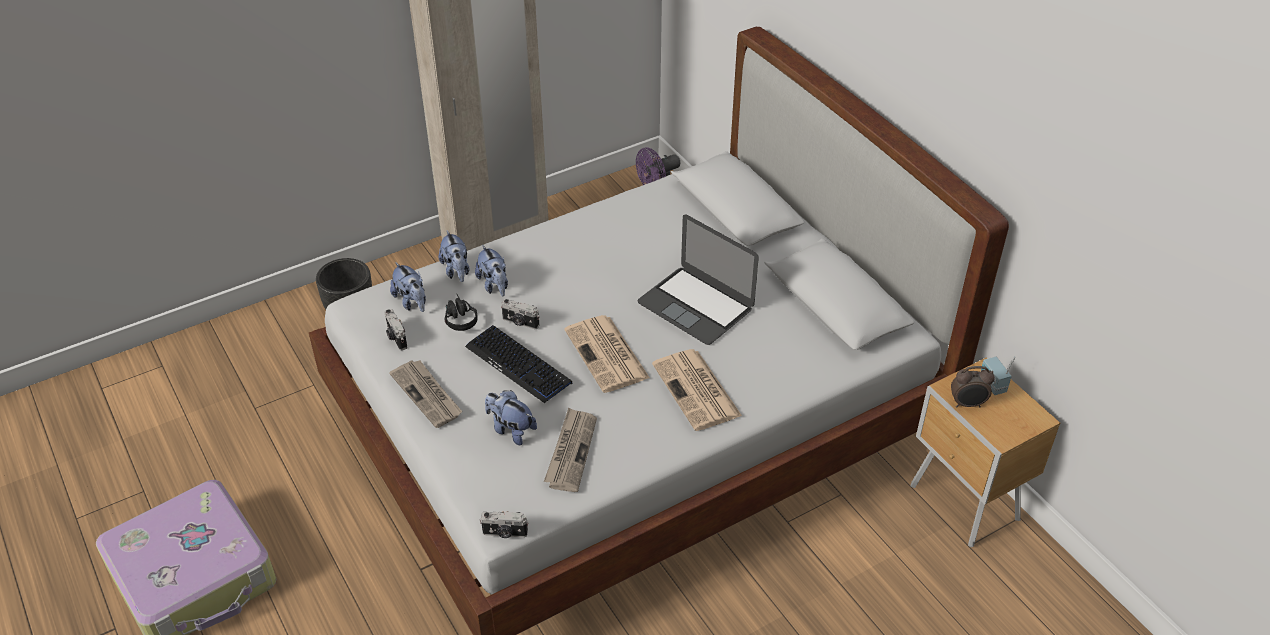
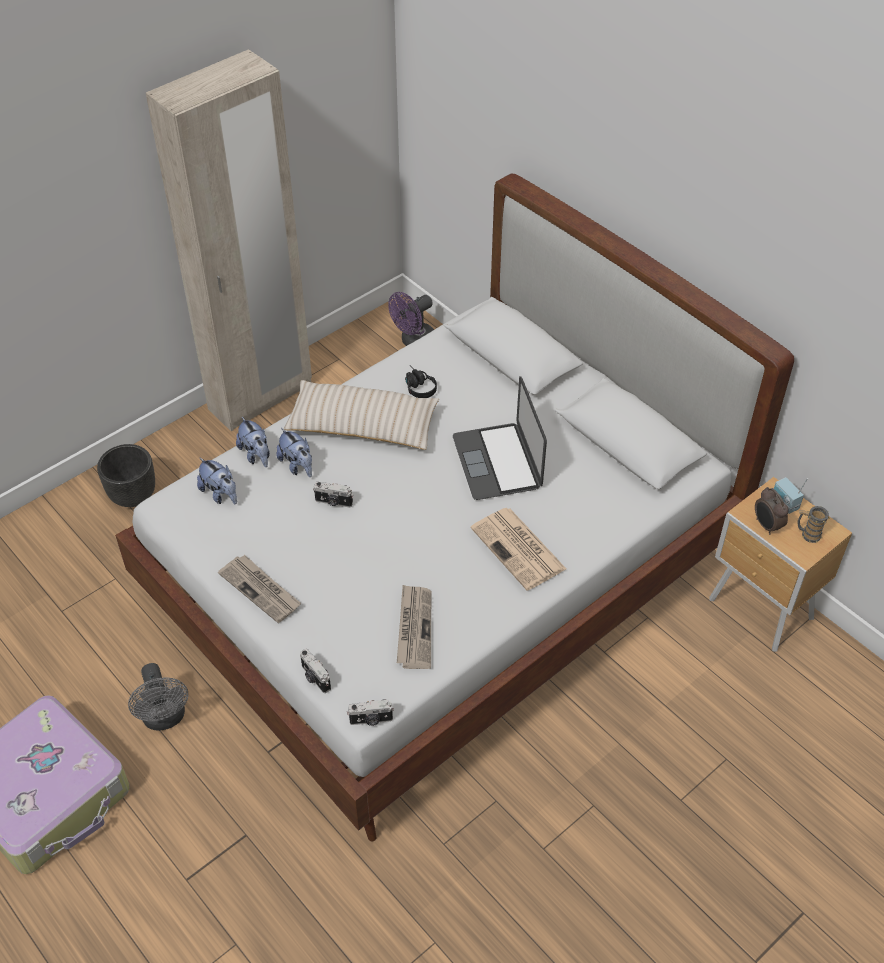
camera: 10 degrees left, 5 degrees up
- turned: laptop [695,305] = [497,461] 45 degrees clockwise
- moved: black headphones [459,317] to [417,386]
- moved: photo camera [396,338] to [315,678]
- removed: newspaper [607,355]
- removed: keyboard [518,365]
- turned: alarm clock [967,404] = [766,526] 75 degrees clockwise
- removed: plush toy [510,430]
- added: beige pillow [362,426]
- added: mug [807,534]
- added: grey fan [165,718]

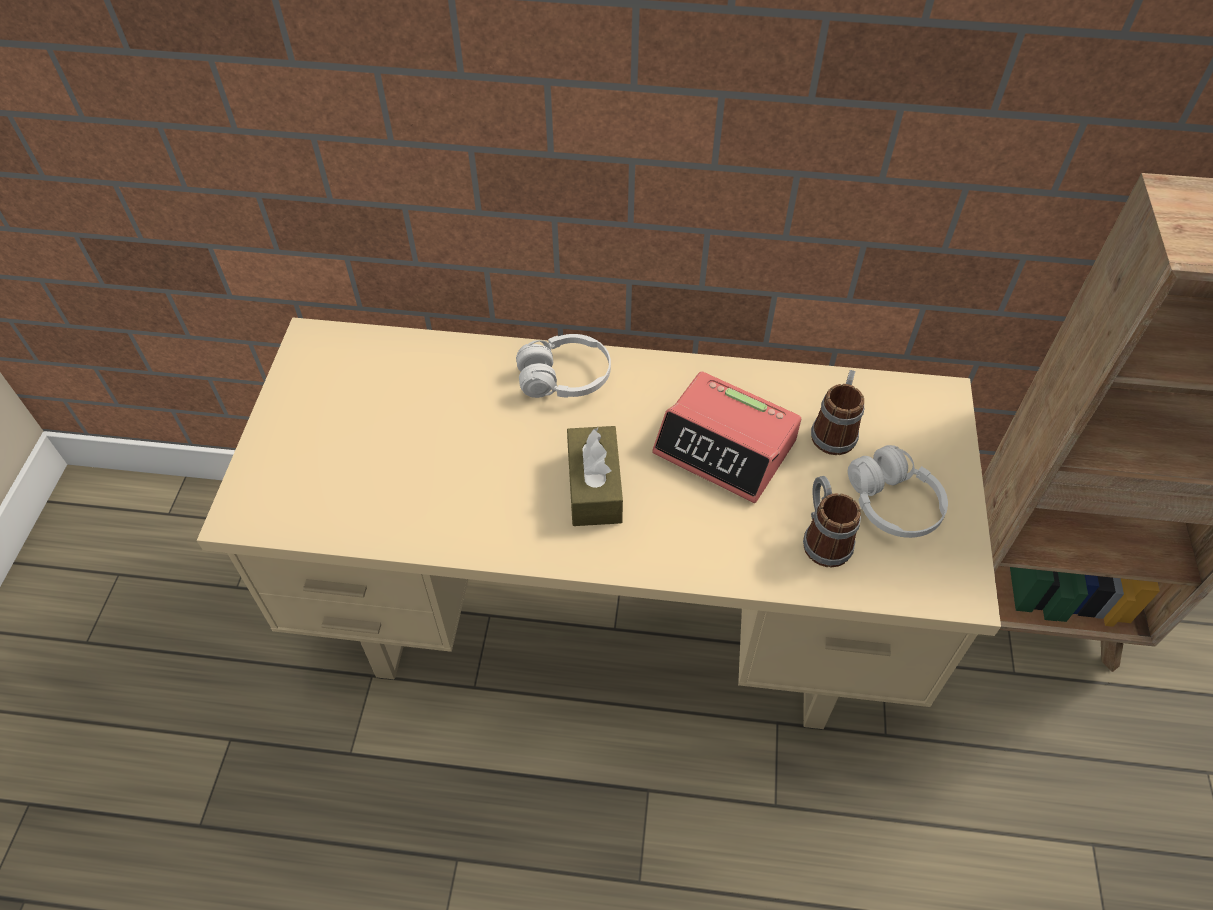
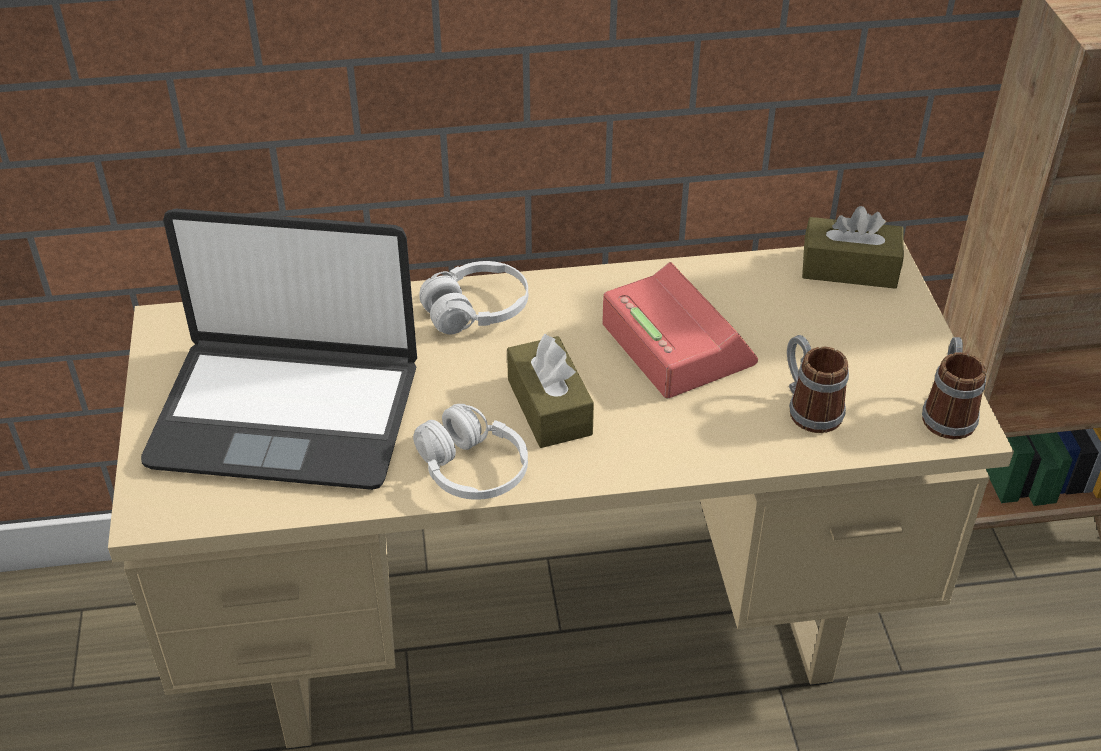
camera: 15 degrees left, 10 degrees down
- moved: mug [835,430] to [947,412]
- turned: alarm clock [726,447] = [676,344] 135 degrees counterclockwise
- moved: white headphones [892,504] to [472,470]
- added: brown tissue box [849,268]
- added: laptop [286,413]

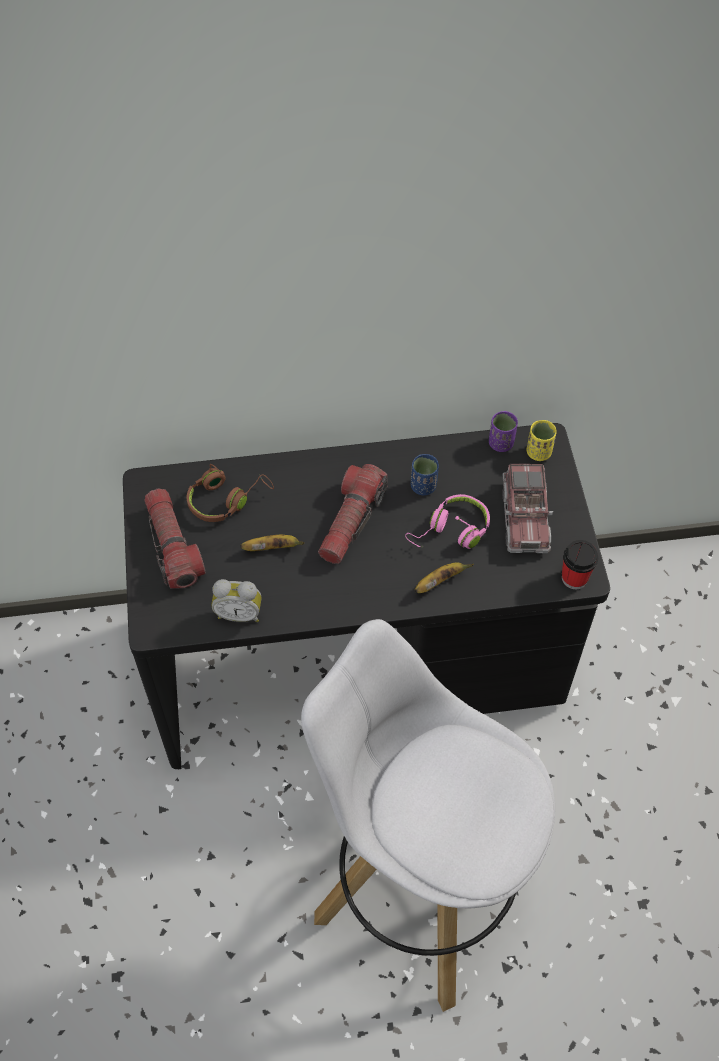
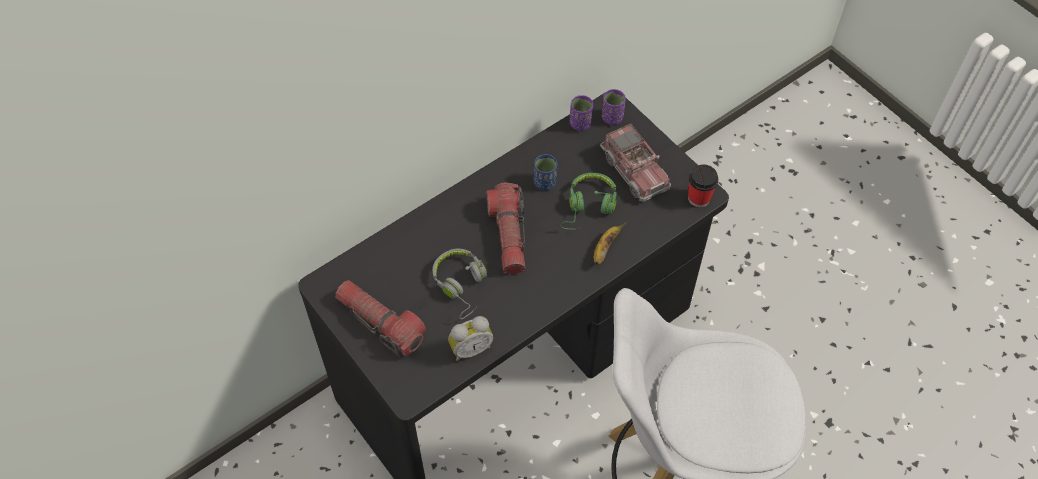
camera: 30 degrees left, 0 degrees up
- recoloured: yellow cup [538,452] to purple cup [612,117]
- removed: brown headphones [226,499]
- recoloured: pink headphones [451,531] to green headphones [588,207]
- replaced: banana [272,548] to grey headphones [461,285]

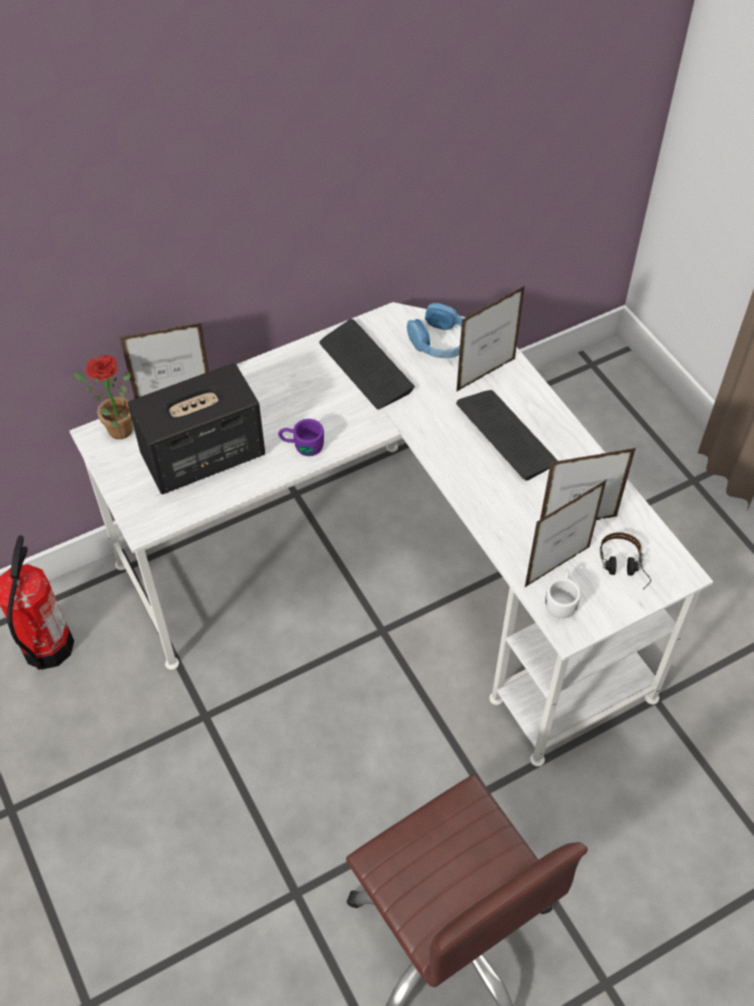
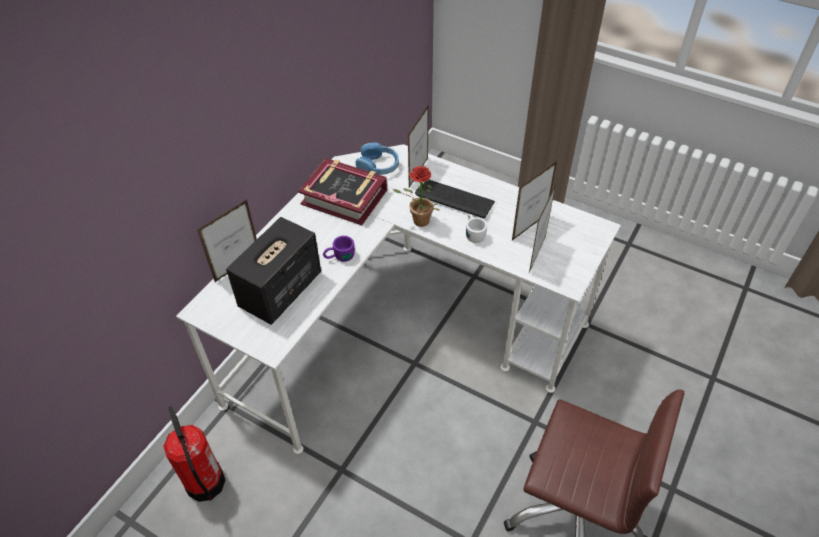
camera: 30 degrees left, 5 degrees down
- replaced: keyboard [365,366] to book [344,197]
- moved: potted plant [115,429] to [417,222]
- removed: headphones [623,569]
- moved: white mug [561,599] to [473,233]

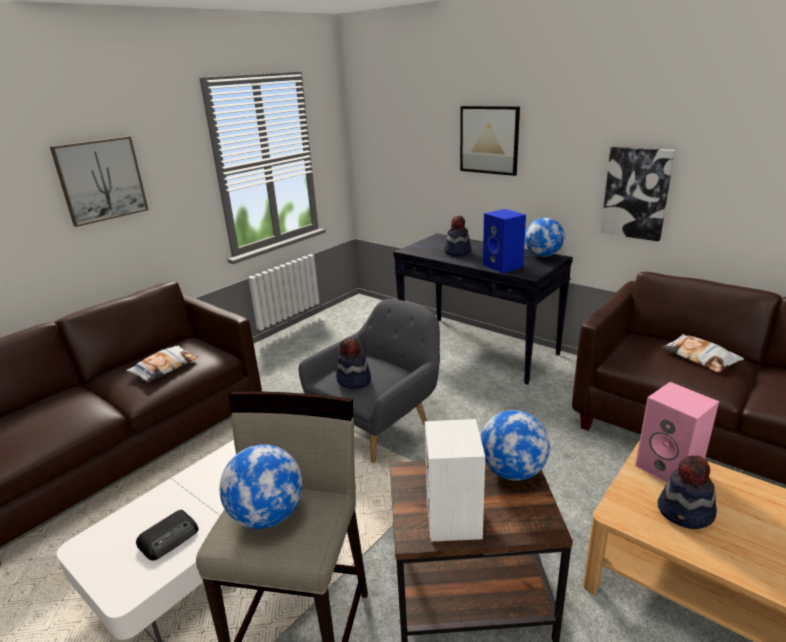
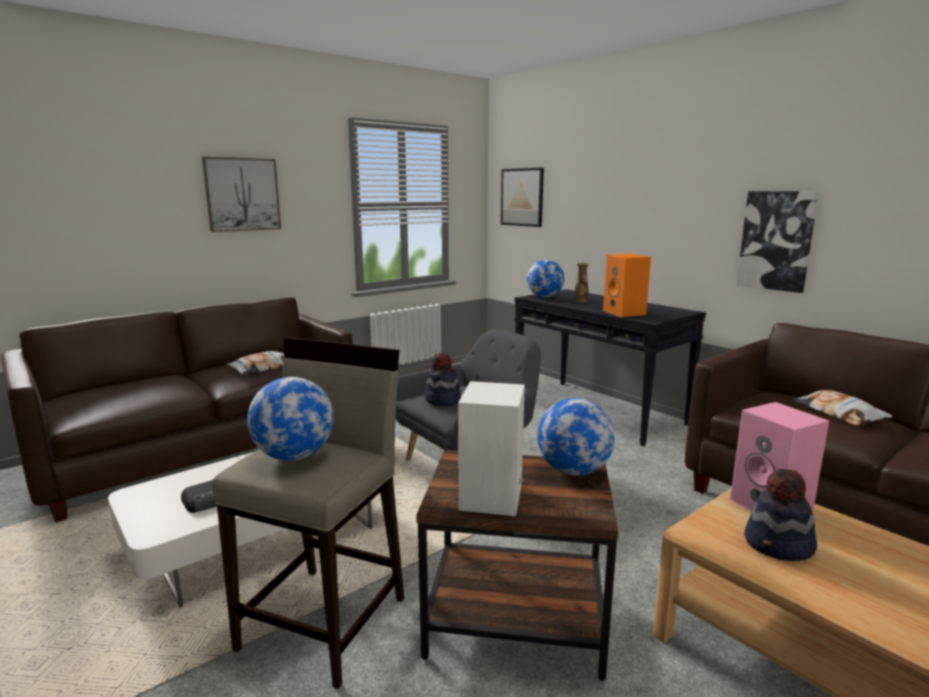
camera: 10 degrees right, 10 degrees down
- moved: picture [489,140] to [522,197]
- recoloured: blue speaker [503,266] to orange speaker [625,313]
- replaced: hat [457,252] to vase [580,301]
- moved: globe [543,255] to [545,297]

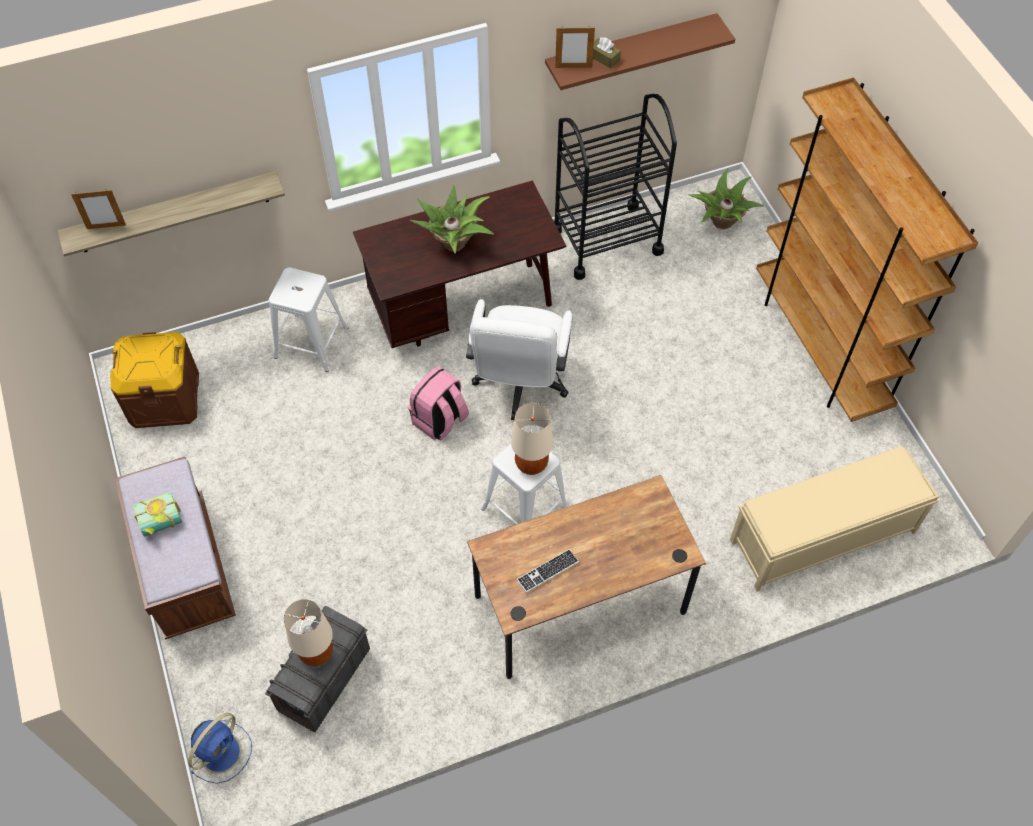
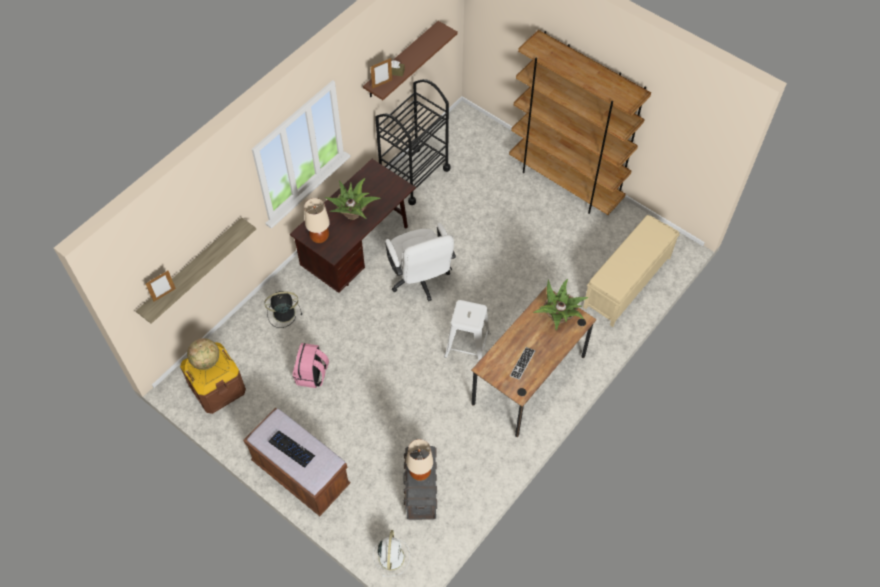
camera: 30 degrees left, 0 degrees up
- moved: potted plant [721,222] to [558,317]
- replaced: white stool [311,342] to black fan [283,313]
- moved: pink backpack [440,421] to [312,375]
- moved: beige table lamp [531,464] to [319,237]
- replaced: book [161,524] to keyboard [291,449]
- recoloured: blue fan [221,751] to white fan [391,556]
- added: globe [206,361]

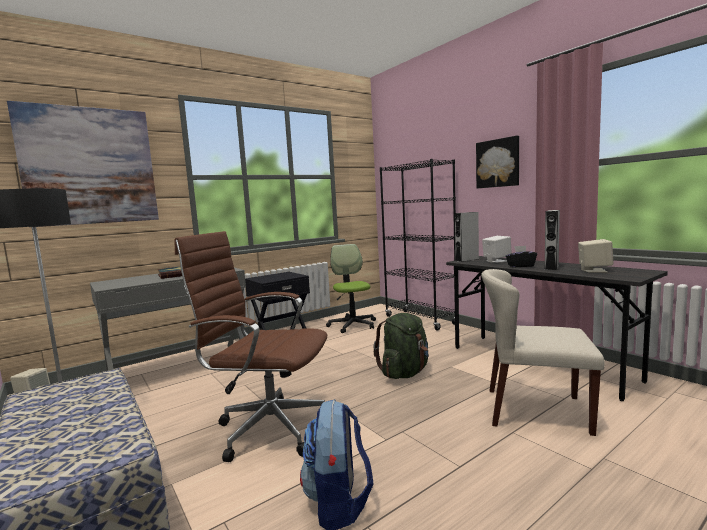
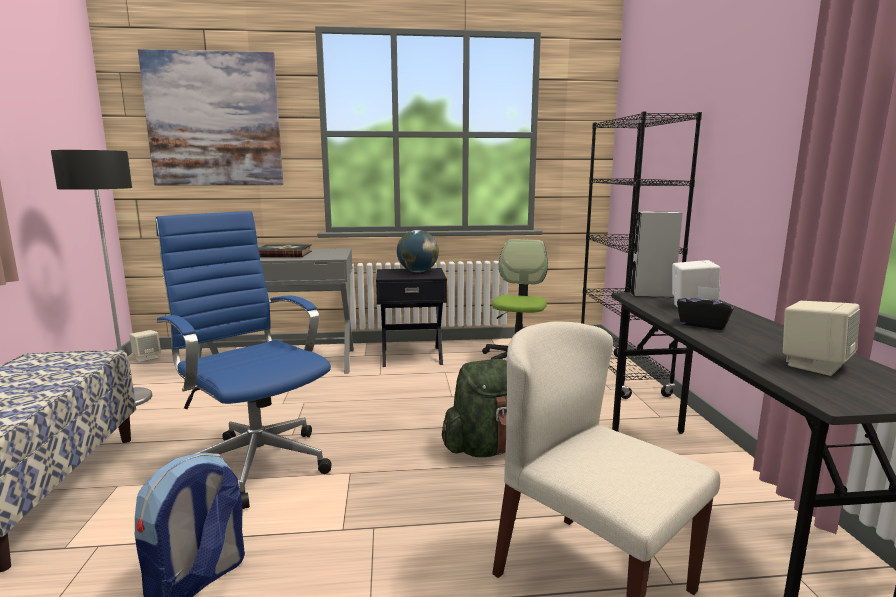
camera: 30 degrees right, 5 degrees up
- removed: picture [498,163]
- removed: grey speaker [551,267]
- recoloured: brown office chair [267,429] to blue office chair [255,462]
- added: globe [417,272]

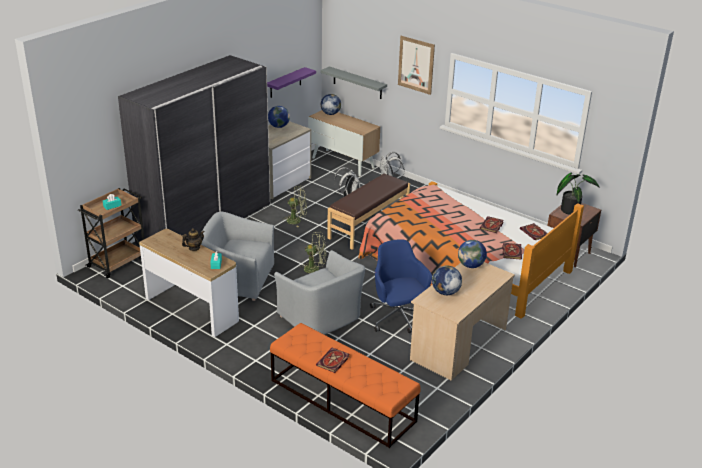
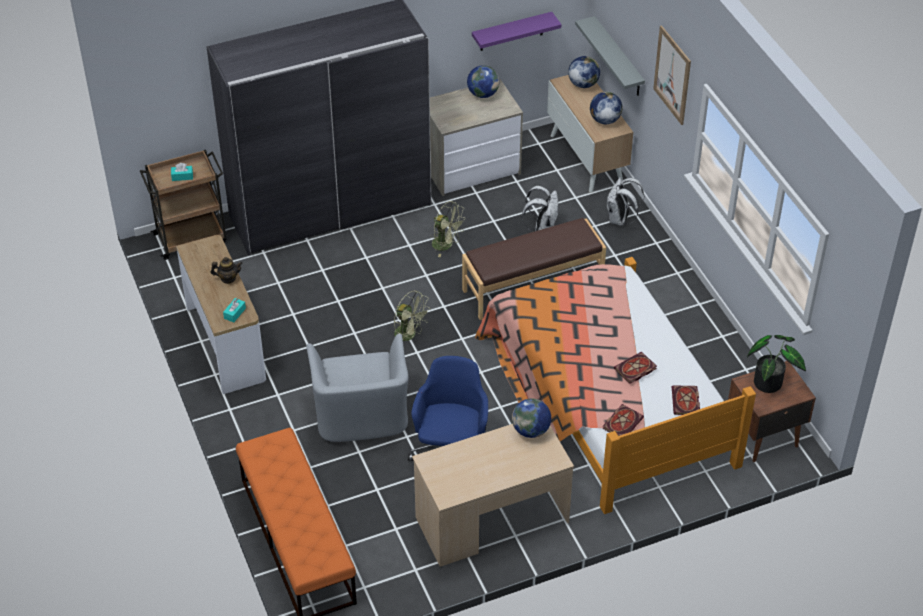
camera: 30 degrees right, 15 degrees up
- removed: grey armchair [238,280]
- moved: globe [445,292] to [604,120]
- removed: book [333,362]

